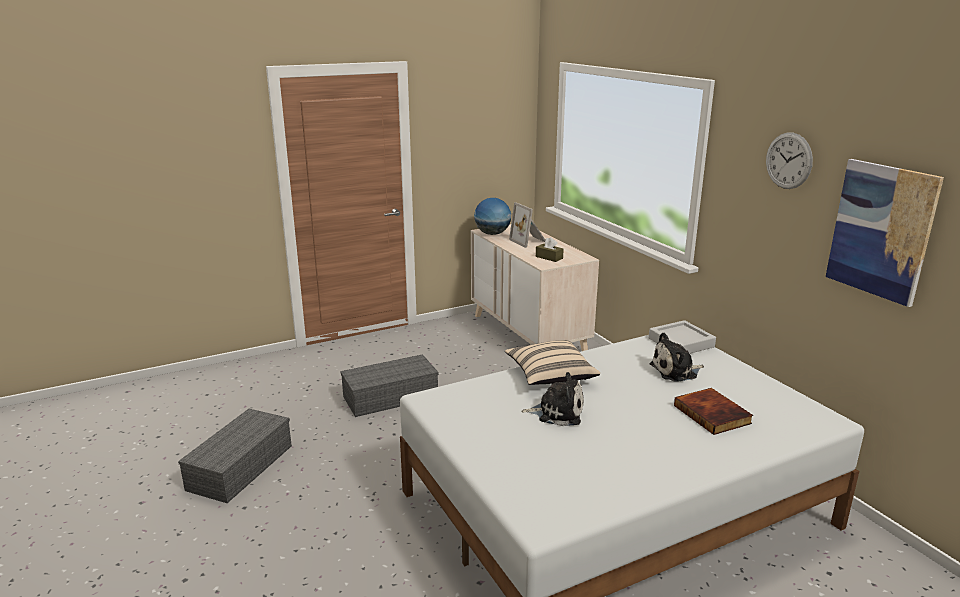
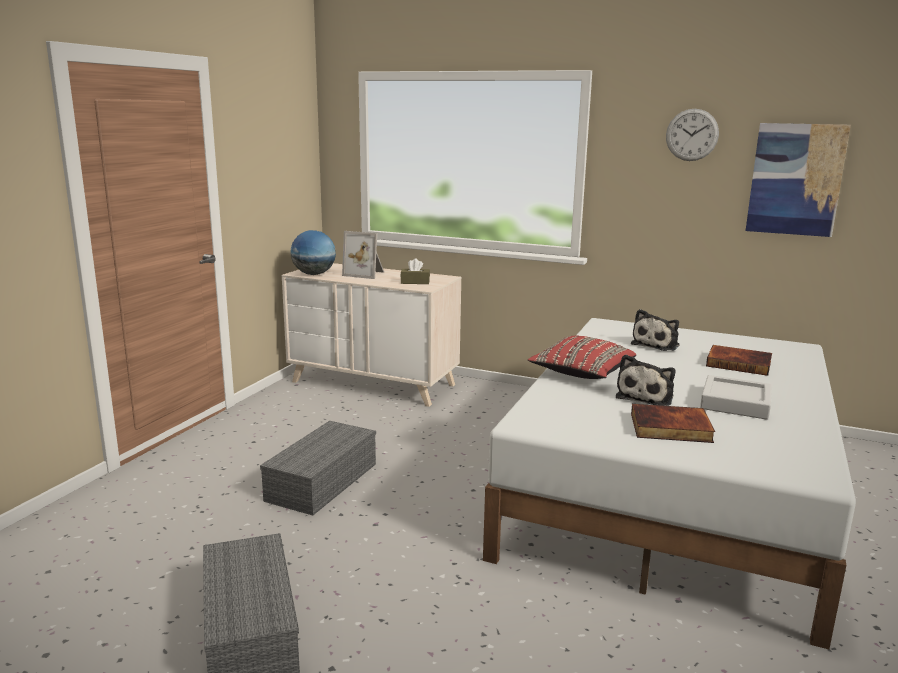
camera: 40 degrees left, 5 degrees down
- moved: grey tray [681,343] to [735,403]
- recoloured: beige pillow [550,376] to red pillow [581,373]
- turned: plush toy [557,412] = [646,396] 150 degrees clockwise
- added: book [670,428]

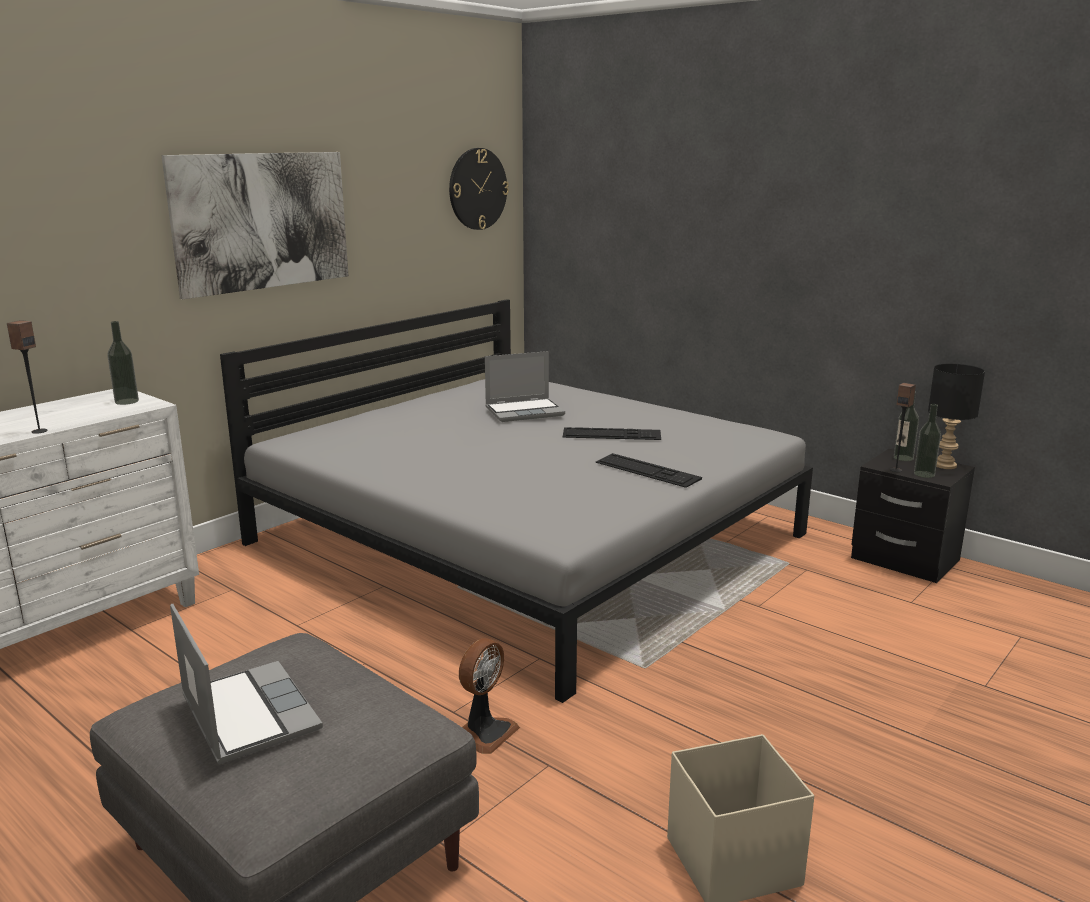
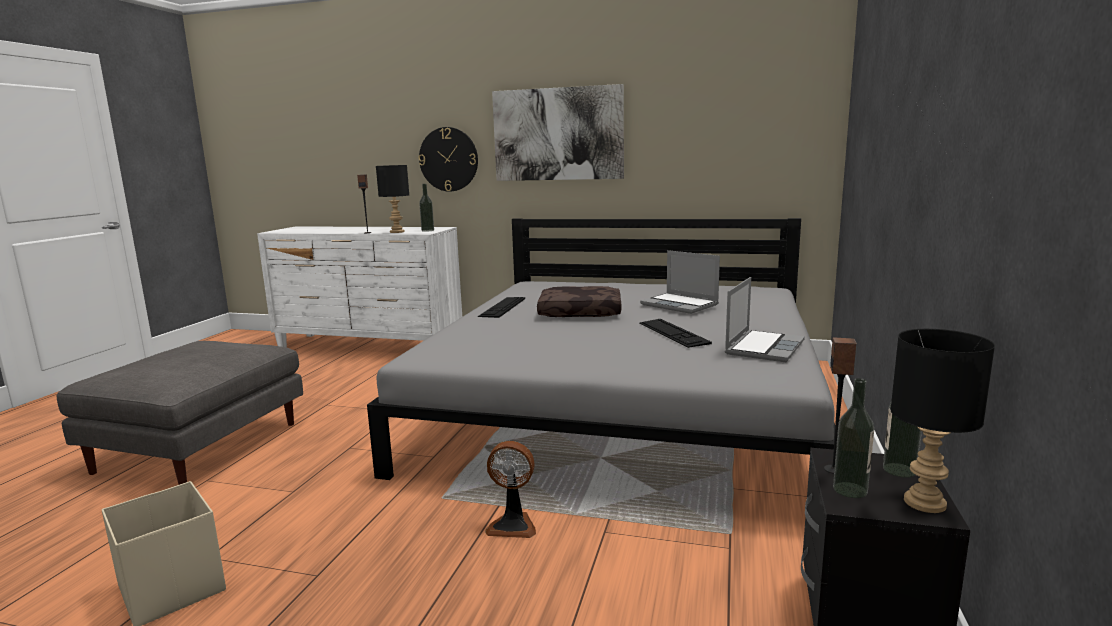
camera: 65 degrees right, 5 degrees down
- moved: wall clock [477,189] to [448,159]
- moved: keyboard [647,470] to [502,307]
- moved: laptop [247,714] to [763,347]
- moved: fan [486,732] to [513,525]
- added: black table lamp [396,232]
- added: brown pillow [581,312]

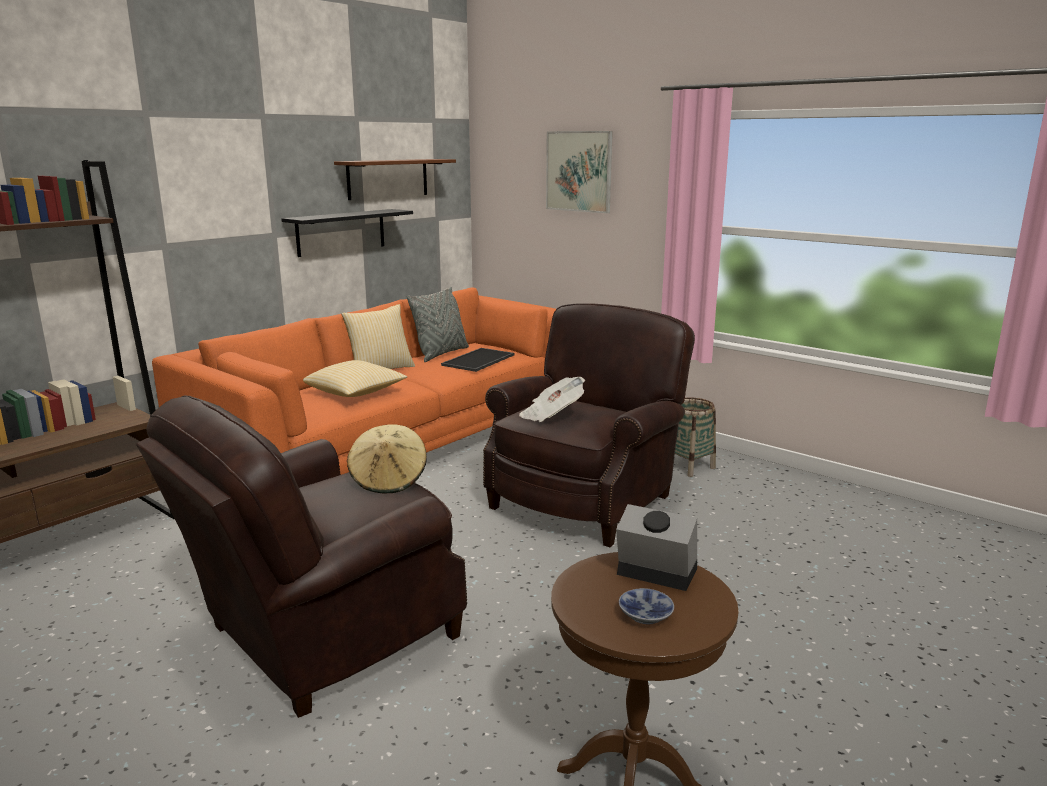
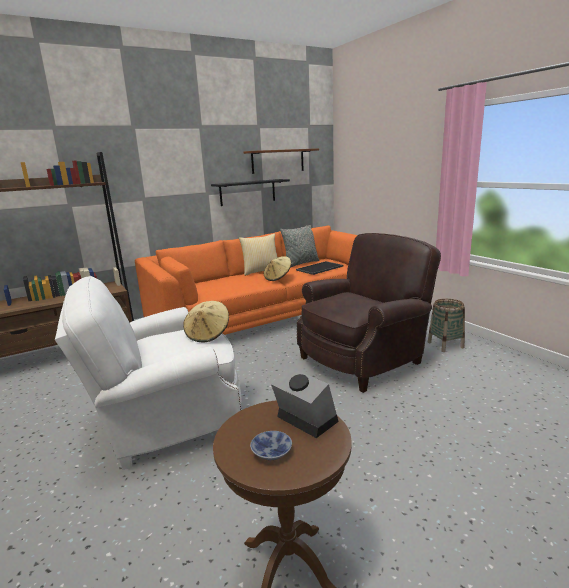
camera: 20 degrees right, 0 degrees up
- removed: picture [579,171]
- removed: pillow [355,393]
- removed: newspaper [552,415]
- recoloured: brown armchair [324,636] to white armchair [165,422]
- added: beige hat [278,278]

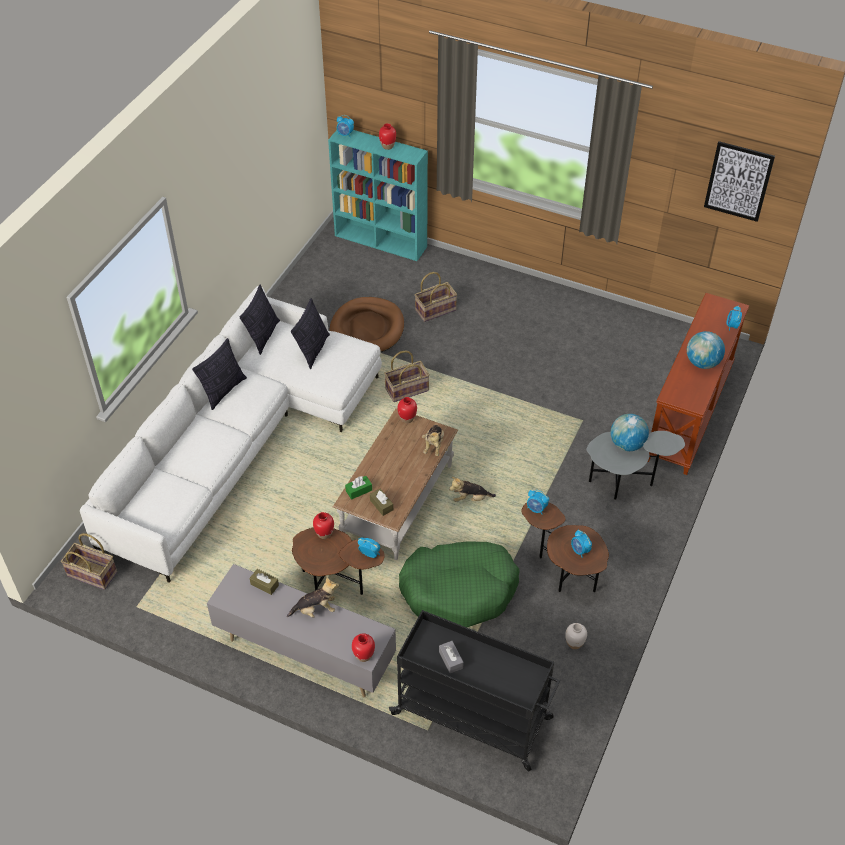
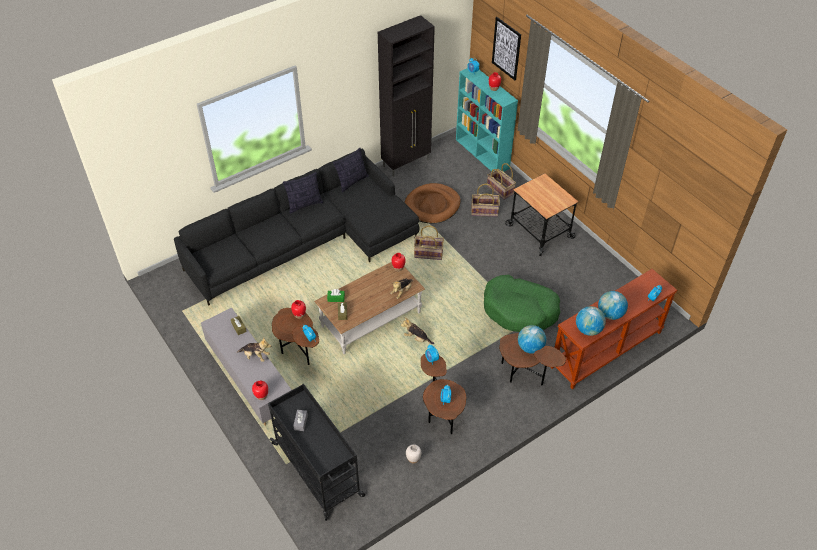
camera: 30 degrees right, 0 degrees up
- moved: picture [738,181] to [506,48]
- recoloured: white sofa [240,442] to black sofa [306,242]
- removed: pillow [313,350]
- recoloured: grey side table [624,483] to brown side table [524,375]
- moved: basket [93,573] to [500,190]
- moved: green dog bed [459,590] to [520,310]
- added: black cabinet [406,163]
- added: cart [540,231]
- added: globe [588,329]

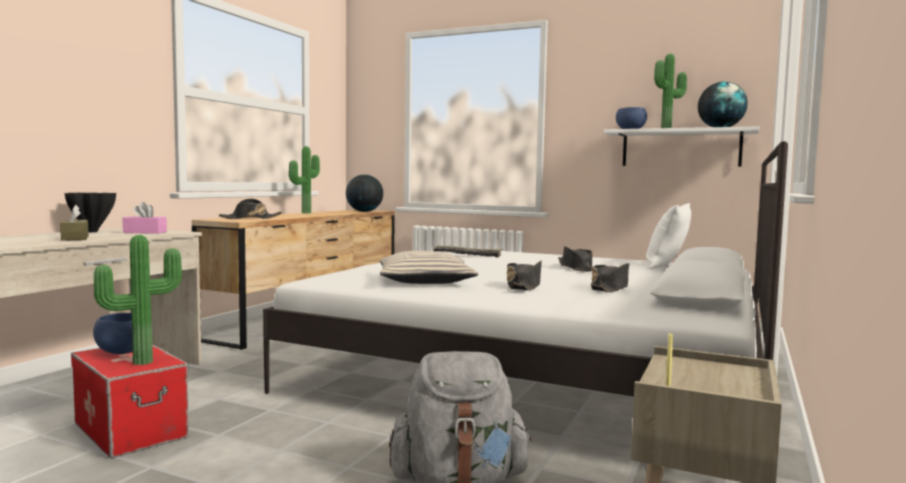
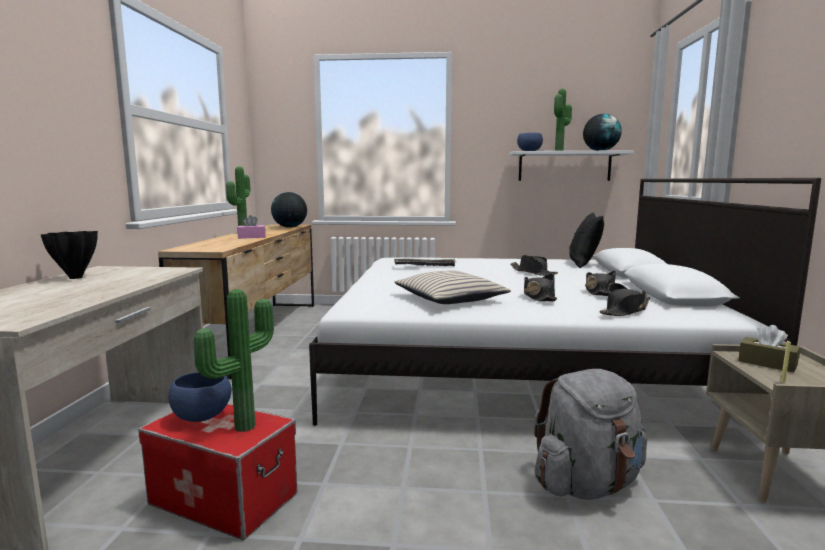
camera: 20 degrees left, 5 degrees up
- moved: black hat [250,218] to [625,311]
- moved: pink tissue box [145,232] to [251,237]
- recoloured: white pillow [666,266] to black pillow [583,264]
- moved: brown tissue box [75,238] to [767,363]

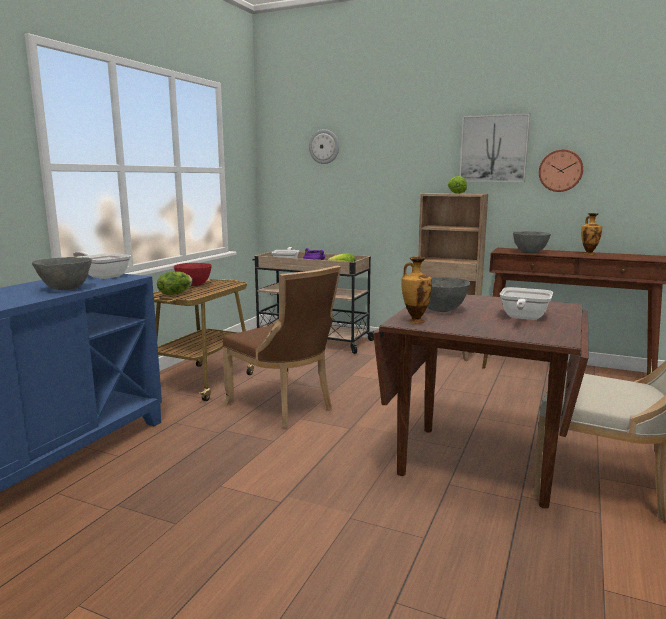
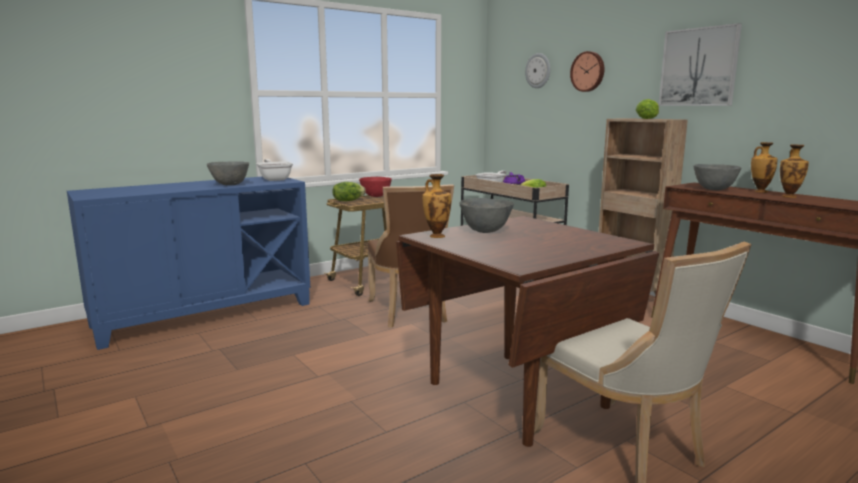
camera: 30 degrees right, 0 degrees up
- moved: wall clock [560,170] to [588,71]
- removed: frying pan [523,318]
- added: vase [760,191]

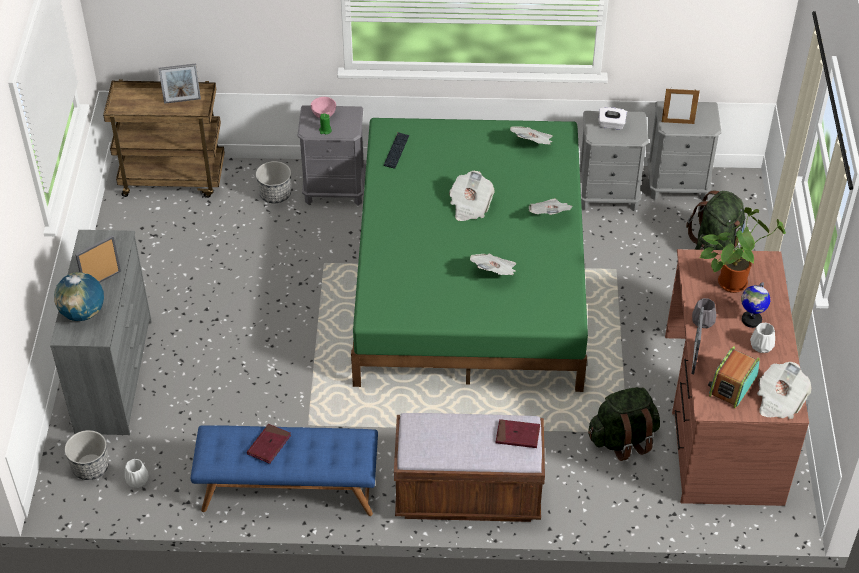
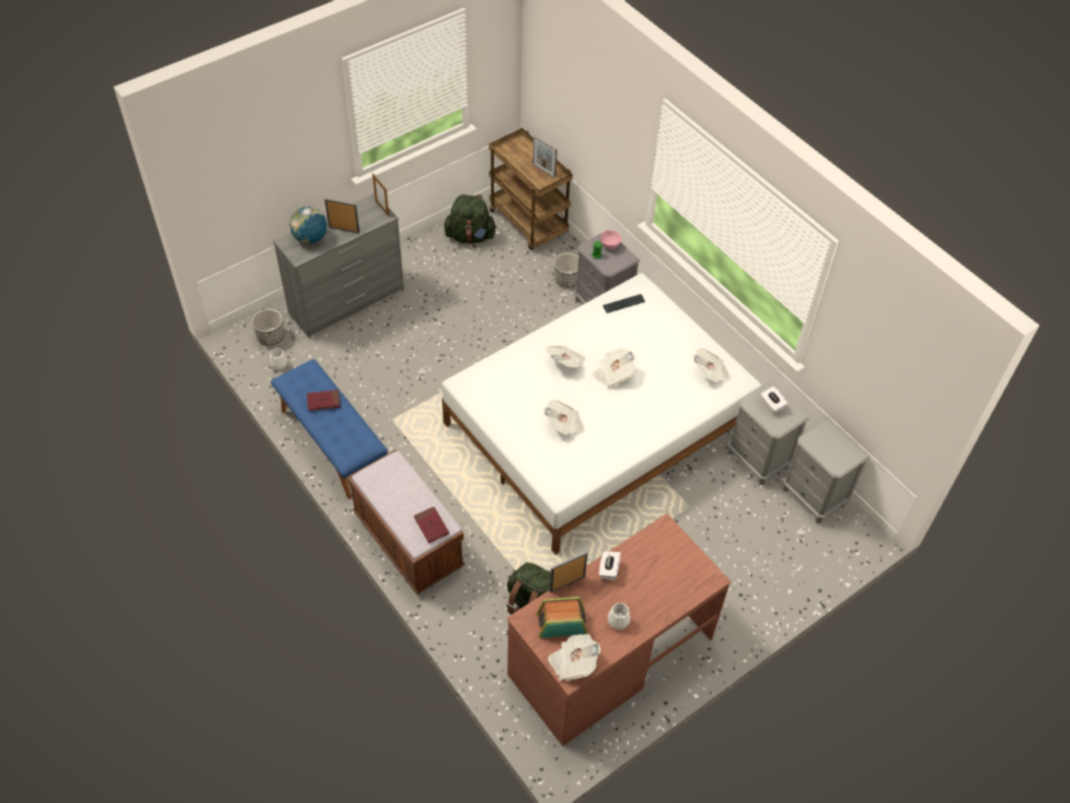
camera: 50 degrees right, 5 degrees up
- moved: picture frame [677,122] to [382,208]
- recoloured: green bed [470,277] to white bed [598,426]
- moved: green backpack [716,245] to [470,236]
- moved: newspaper [549,215] to [566,363]
- removed: potted plant [733,280]
- removed: globe [751,320]
- replaced: grey vase [703,321] to white tissue box [608,570]

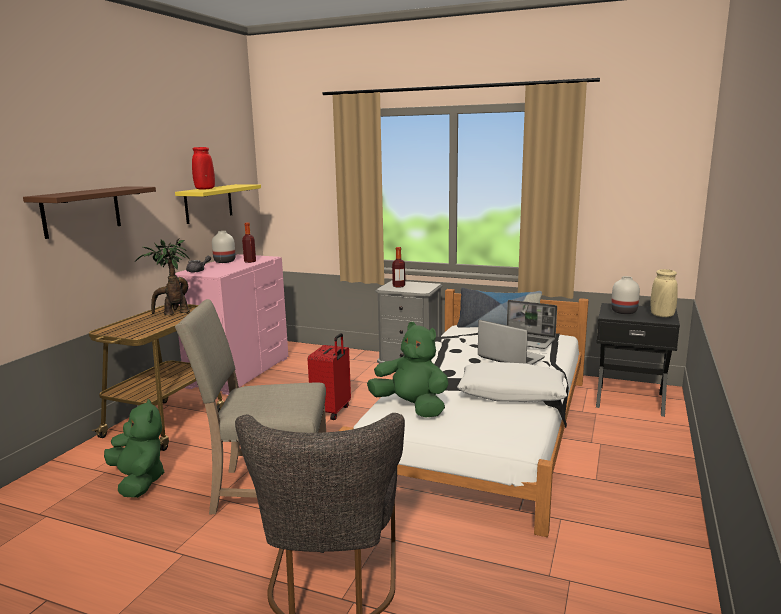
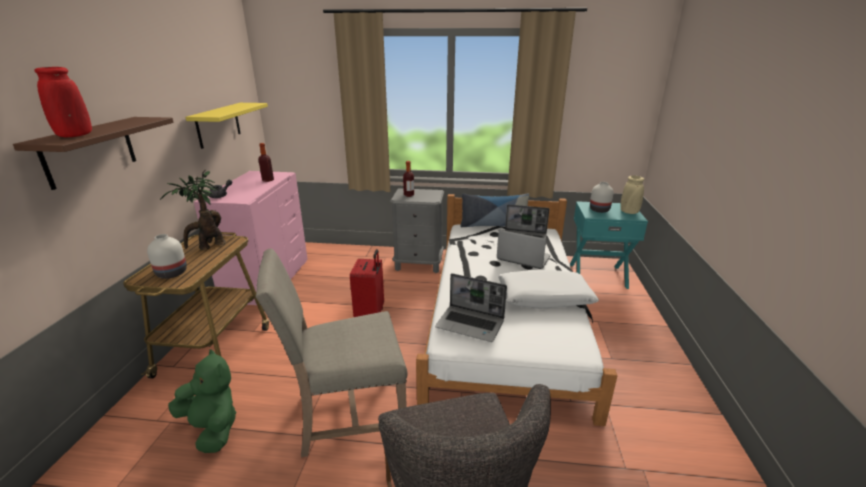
camera: 15 degrees left, 10 degrees up
- moved: red vase [205,189] to [75,136]
- moved: white vase [224,261] to [171,273]
- recoloured: black nightstand [630,399] to turquoise nightstand [597,275]
- replaced: green plush toy [411,407] to laptop [471,324]

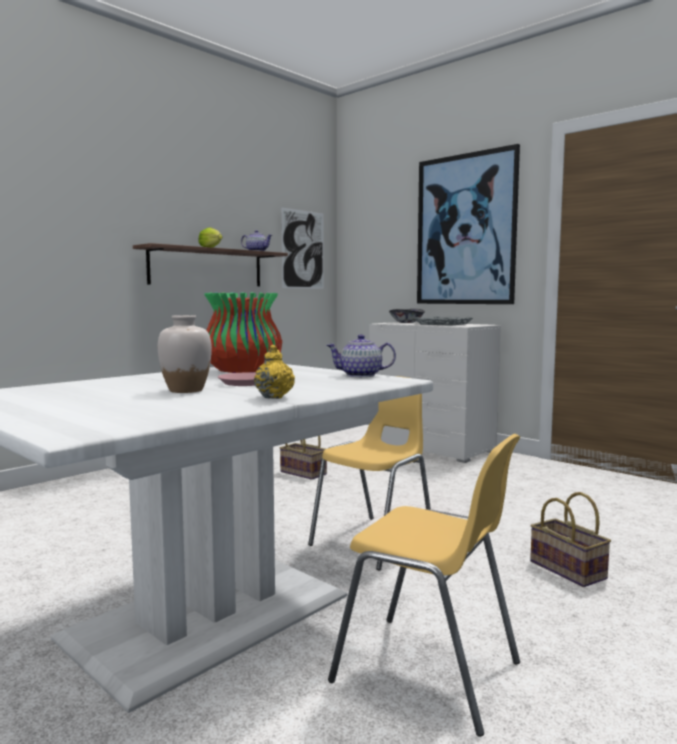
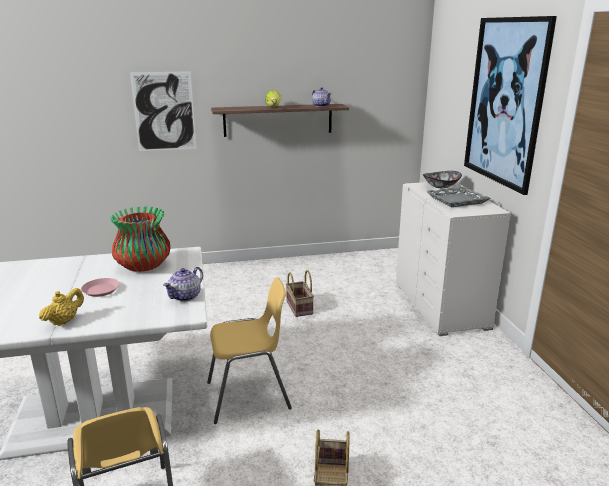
camera: 35 degrees right, 15 degrees up
- moved: picture [303,249] to [164,111]
- removed: white vase [185,390]
- turned: teapot [361,375] = [186,296] 90 degrees counterclockwise

